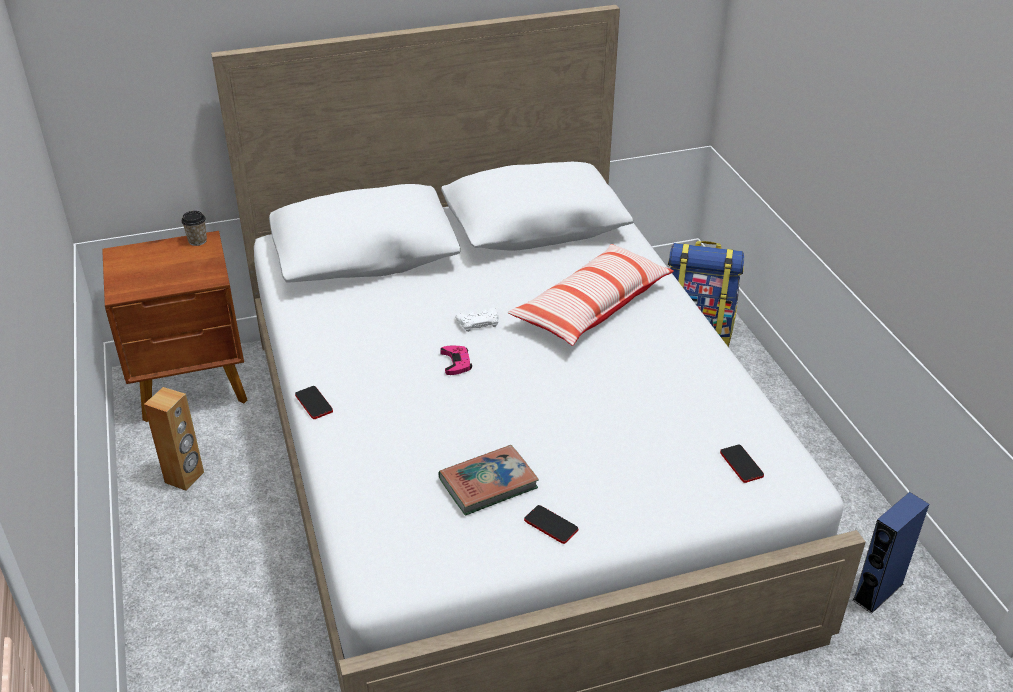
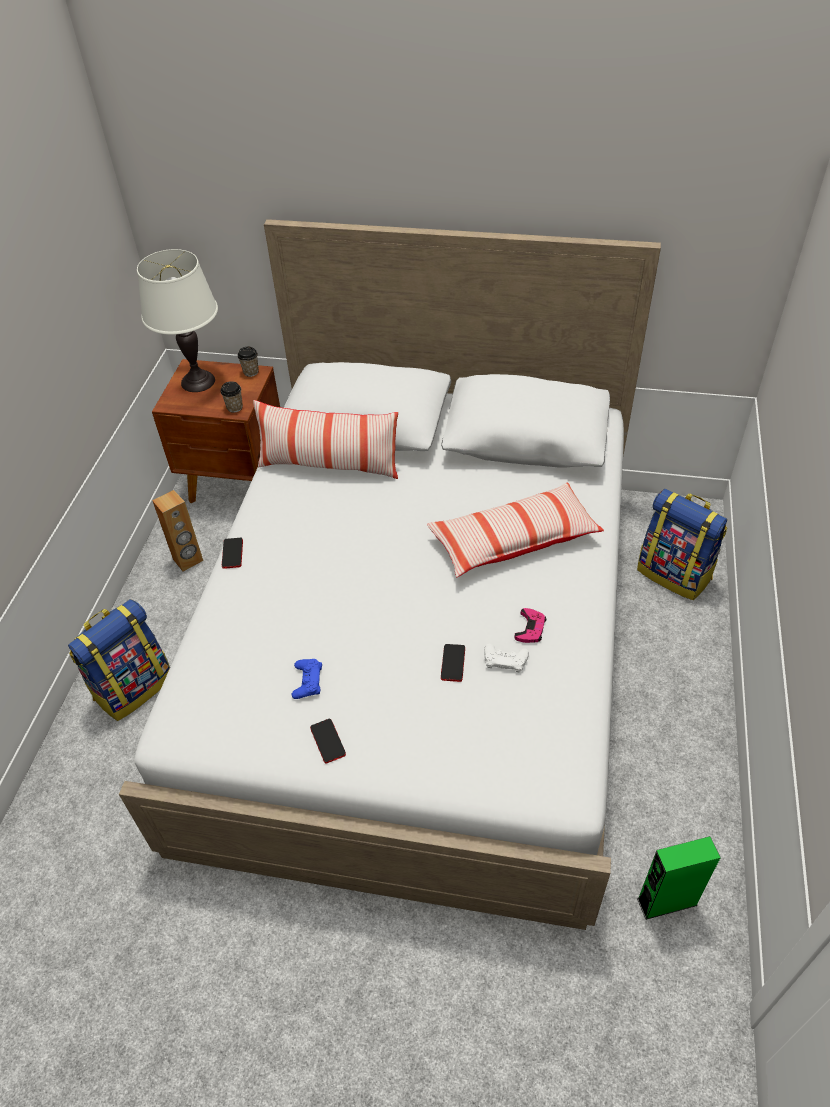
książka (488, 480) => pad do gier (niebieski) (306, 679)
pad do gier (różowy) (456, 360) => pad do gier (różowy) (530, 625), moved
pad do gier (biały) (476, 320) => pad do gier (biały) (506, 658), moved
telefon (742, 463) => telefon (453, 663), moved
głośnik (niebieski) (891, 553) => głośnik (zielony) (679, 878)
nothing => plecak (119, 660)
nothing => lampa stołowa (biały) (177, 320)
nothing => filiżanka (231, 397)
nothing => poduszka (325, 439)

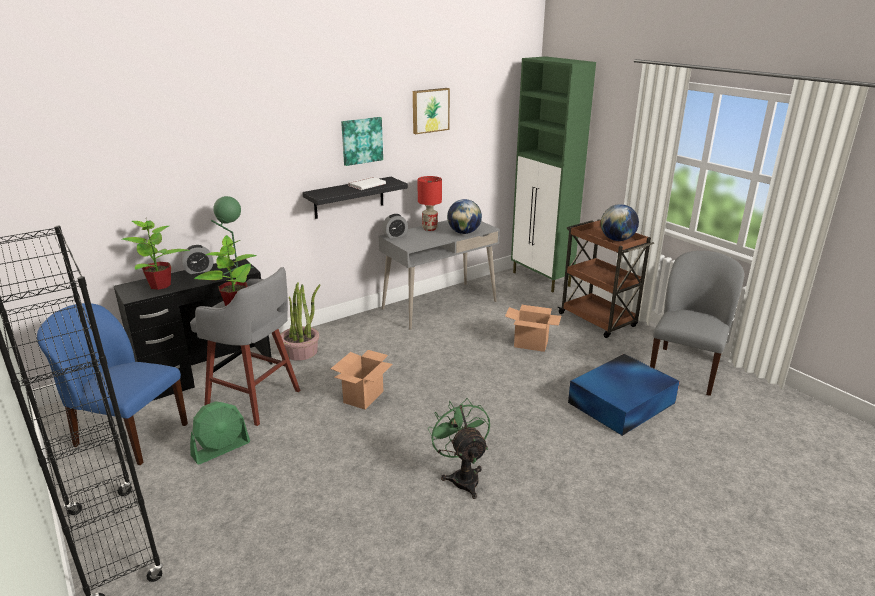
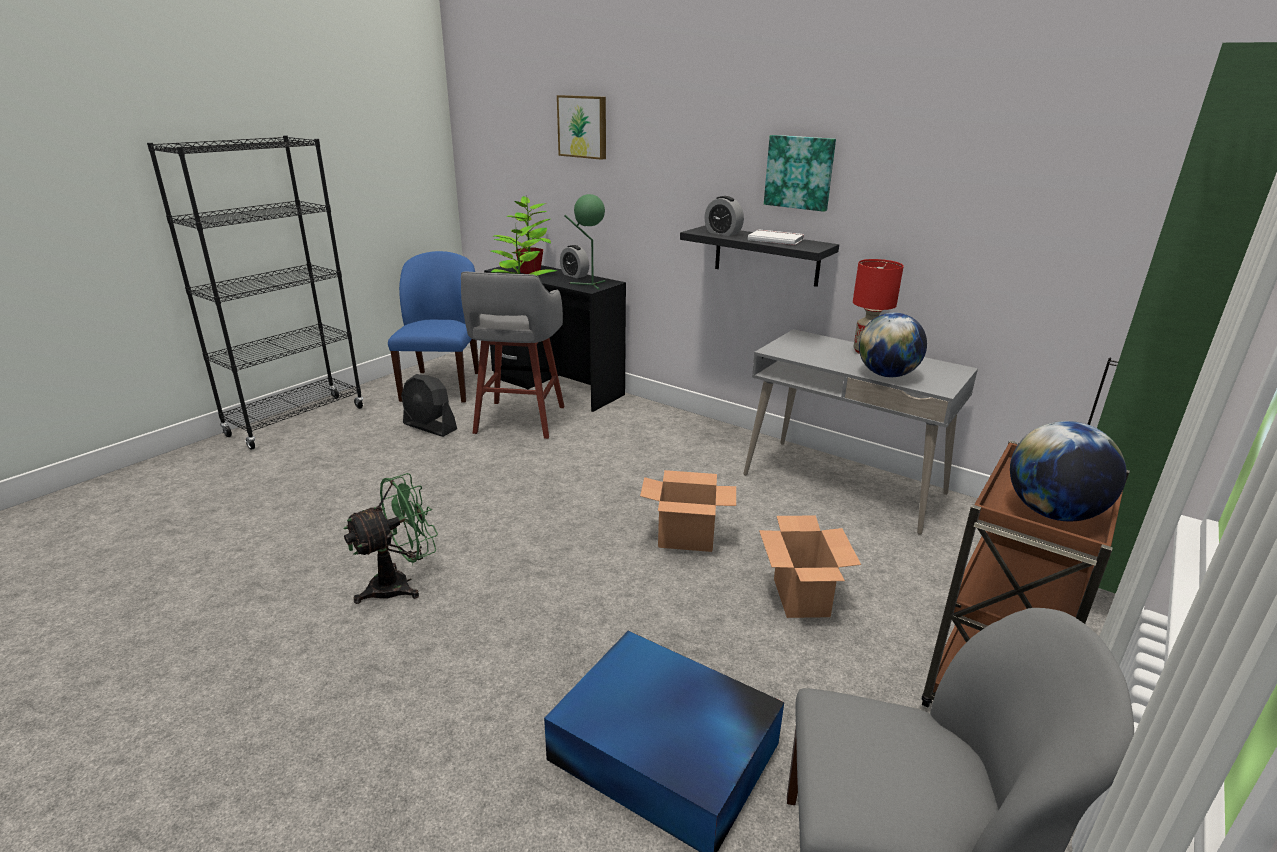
wentylator (zielony) (220, 432) => wentylator (czarny) (429, 405)
roślina doniczkowa (300, 321) => nothing
karton (362, 379) => karton (688, 511), moved
budzik (395, 226) => budzik (724, 216), moved
obraz (431, 111) => obraz (581, 127), moved

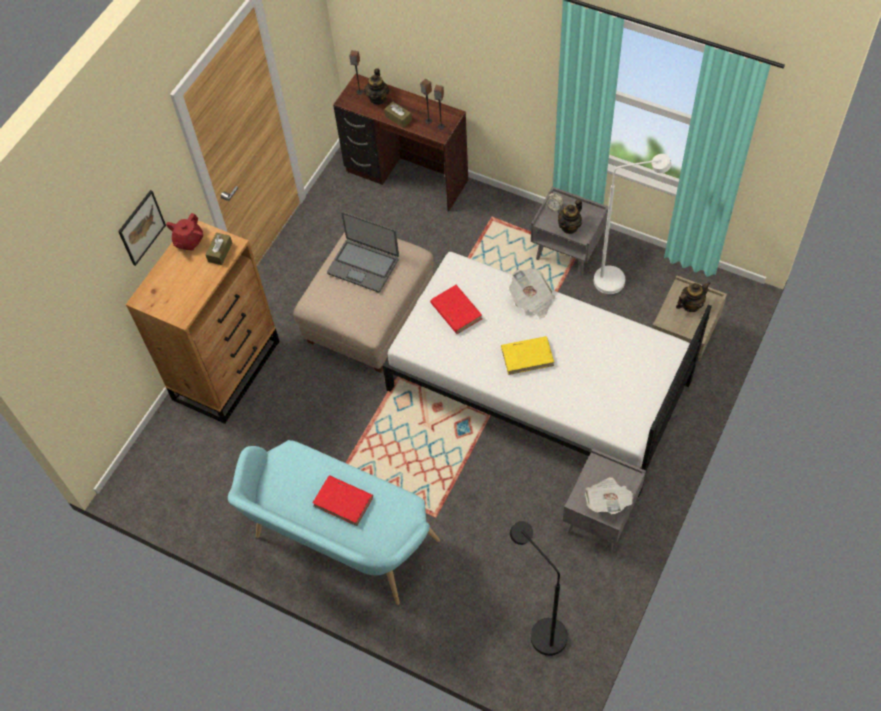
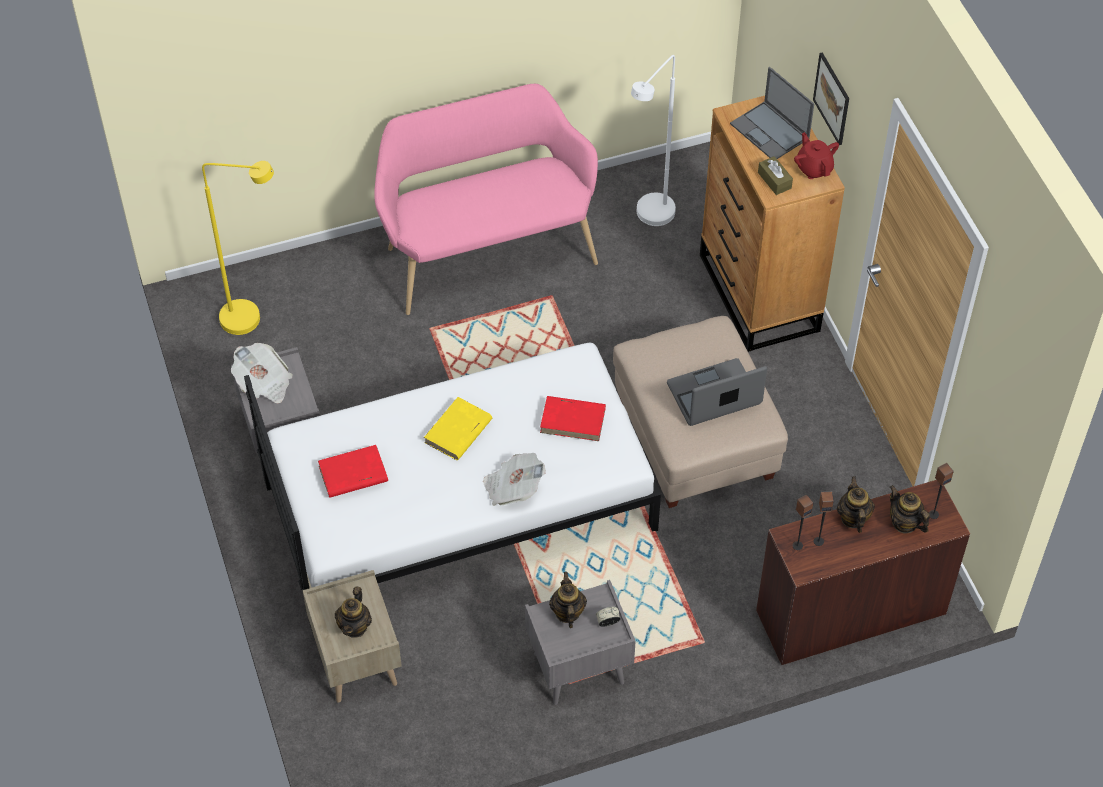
ławka (turkusowy) (334, 522) => ławka (różowy) (486, 199)
książka (czerwony) (343, 500) => książka (czerwony) (353, 471), moved
pudełko chusteczek (brązowy) (398, 115) => imbryk (856, 504)
lampa stojąca (czarny) (539, 588) => lampa stojąca (żółty) (238, 248)
lampa stojąca (biały) (632, 224) => lampa stojąca (biały) (653, 140), moved
nothing => laptop (772, 113)

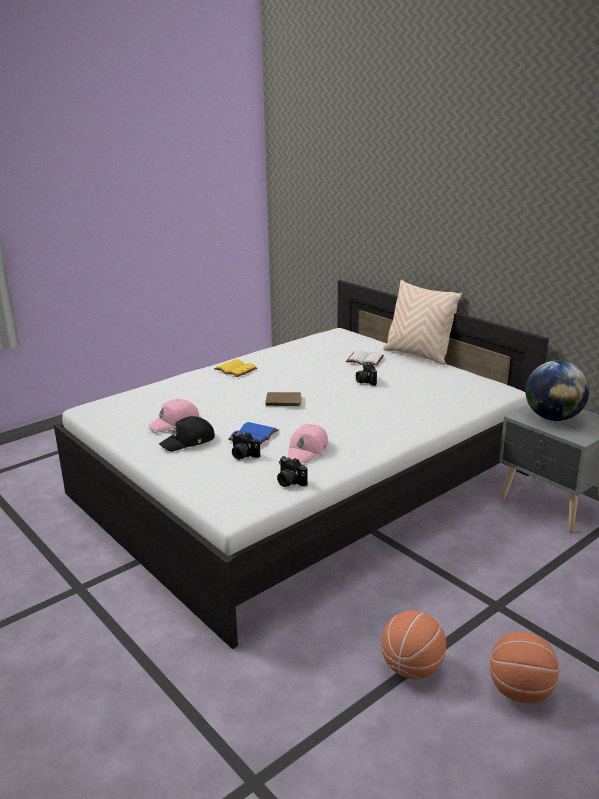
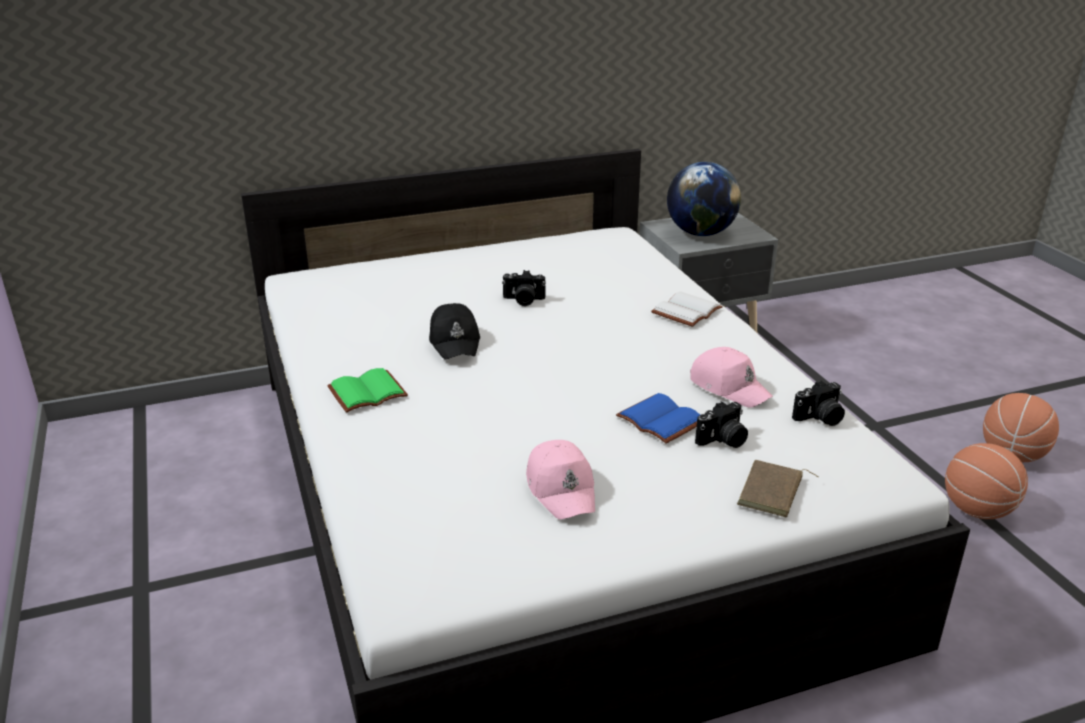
czapka z daszkiem (czarny) (187, 434) => czapka z daszkiem (czarny) (454, 331), moved
książka (żółty) (235, 368) => książka (zielony) (367, 390)
książka (brązowy) (283, 399) => książka (brązowy) (777, 489), moved
książka (biały) (365, 358) => książka (biały) (687, 309), moved
poduszka (beżowy) (422, 322) => nothing

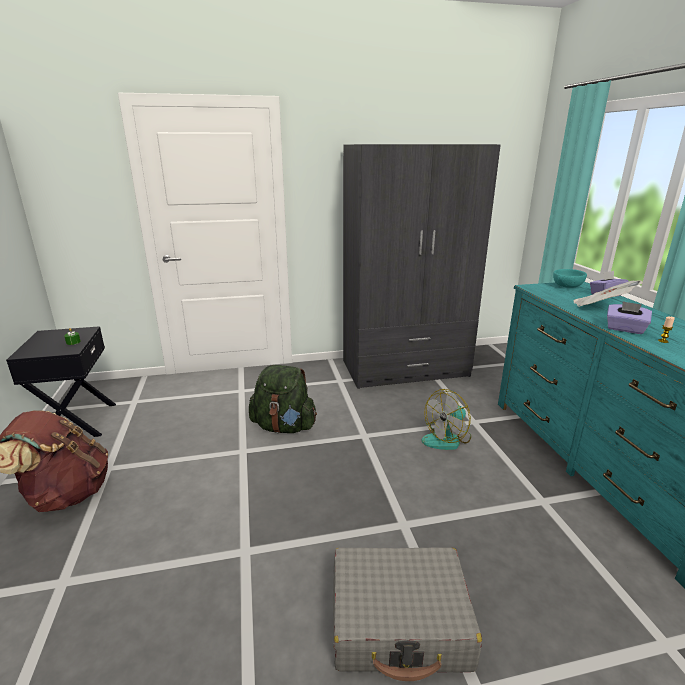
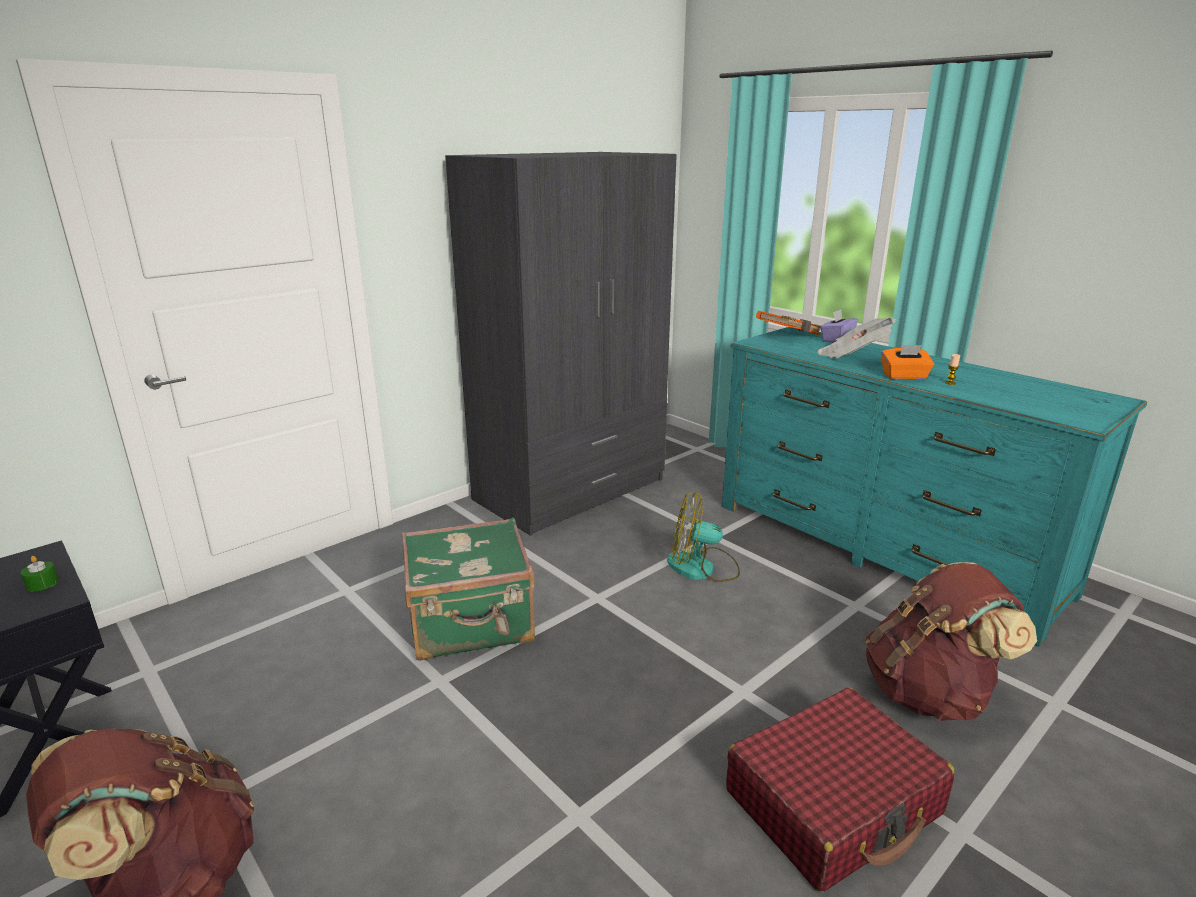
plecak (zielony) (283, 399) => walizka (zielony) (468, 589)
walizka (szary) (407, 614) => walizka (czerwony) (840, 790)
wentylator (446, 419) => wentylator (703, 537), 75 degrees clockwise
miska (turkusowy) (570, 278) => książka (pomarańczowy) (788, 323)
pudełko chusteczek (fioletowy) (629, 317) => pudełko chusteczek (pomarańczowy) (907, 362)
nothing => plecak (brązowy) (951, 641)

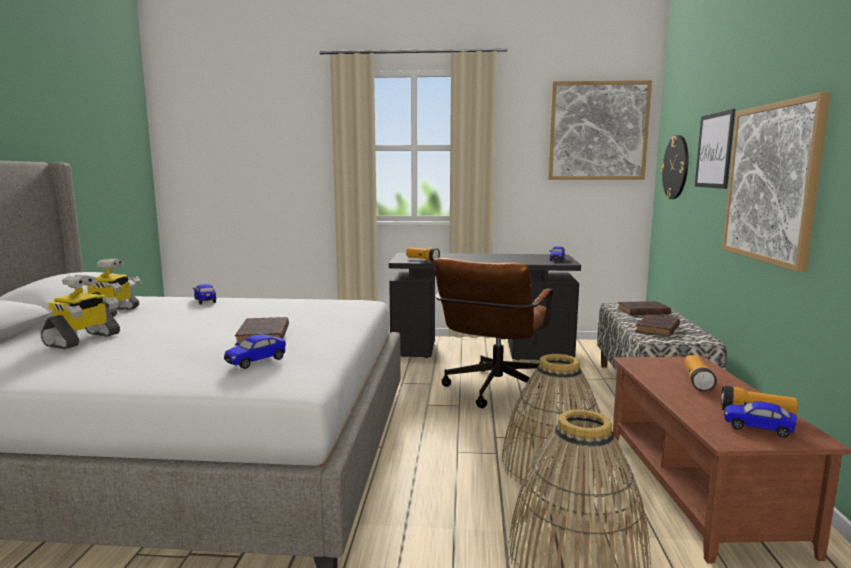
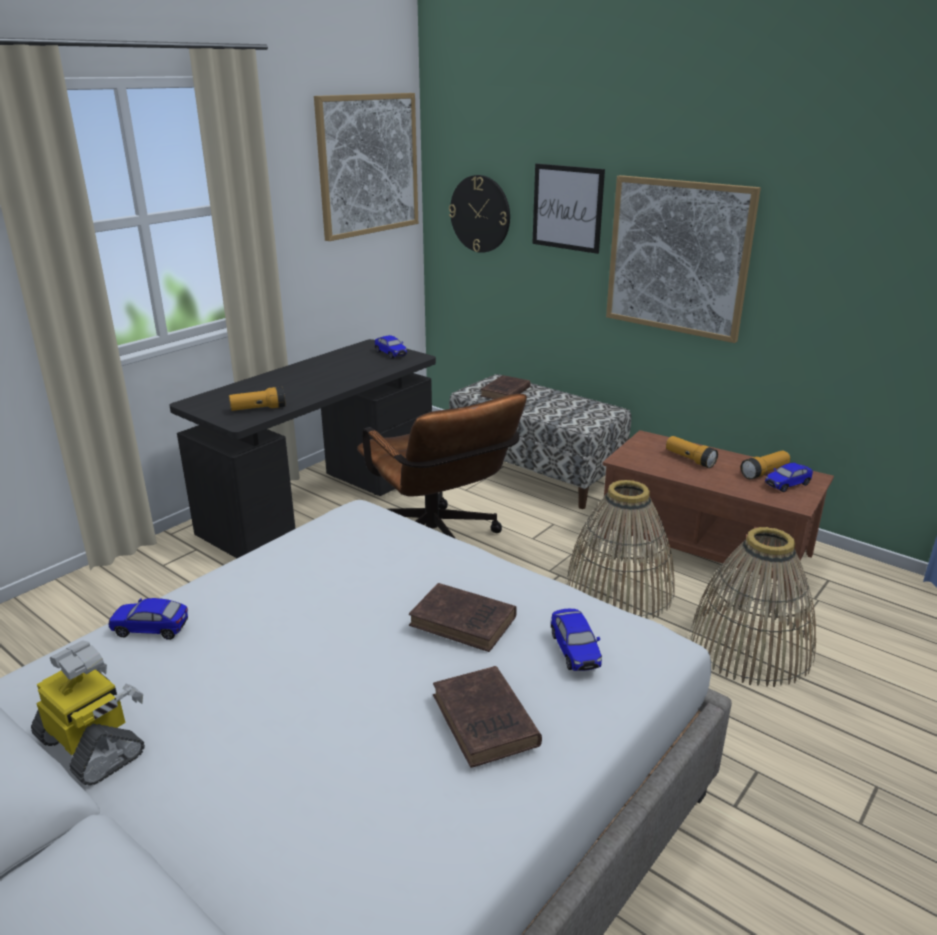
robot zabawkowy (80, 312) => nothing
książka (brązowy) (657, 326) => książka (brązowy) (487, 717), moved

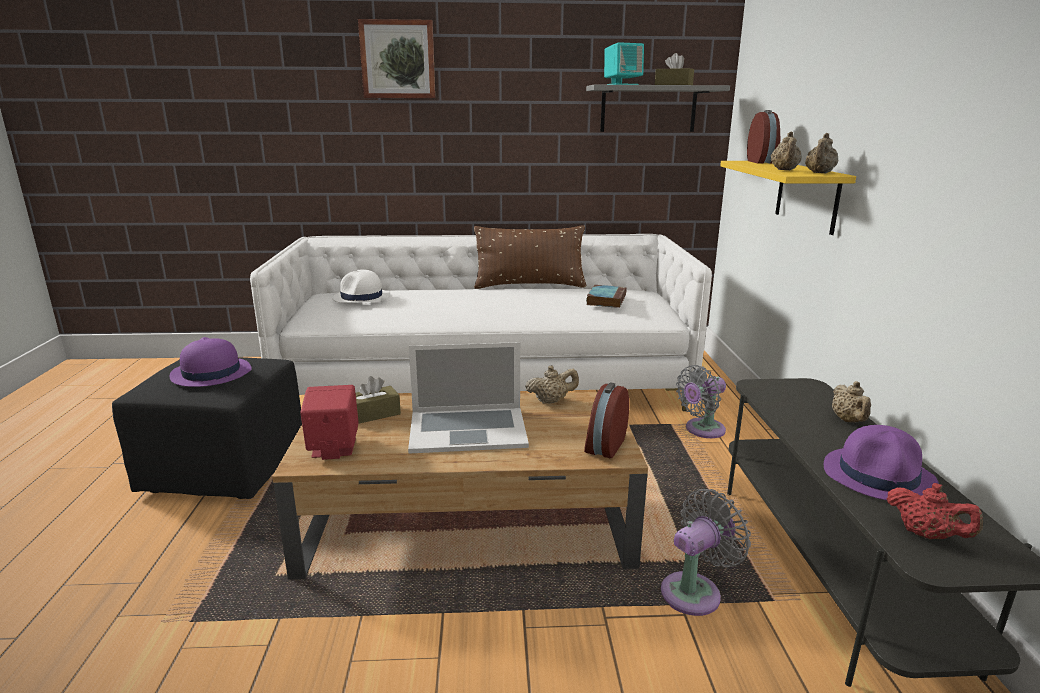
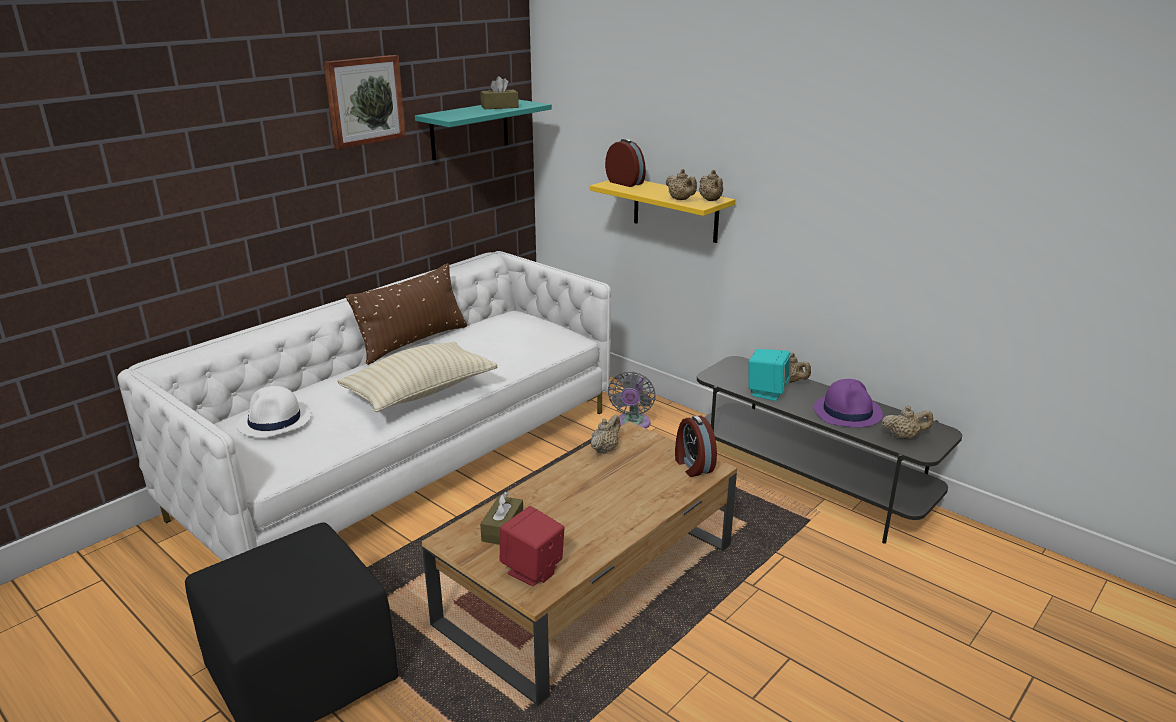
kapelusz (fioletowy) (211, 362) => nothing
obraz (396, 58) => obraz (365, 102), moved
laptop (468, 398) => nothing
półka (szary) (658, 108) => półka (turkusowy) (483, 130)
książka (606, 296) => nothing
głośnik (turkusowy) (624, 63) => głośnik (turkusowy) (770, 375), moved
wentylator (szary) (706, 552) => nothing
imbryk (czerwony) (935, 511) => imbryk (beżowy) (907, 422)
nothing => poduszka (beżowy) (417, 376)

